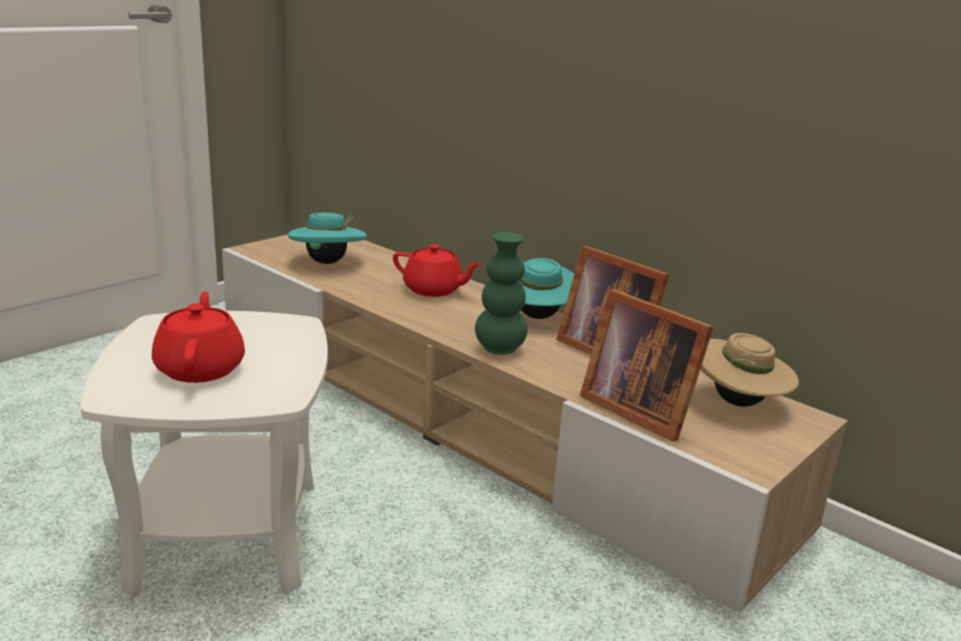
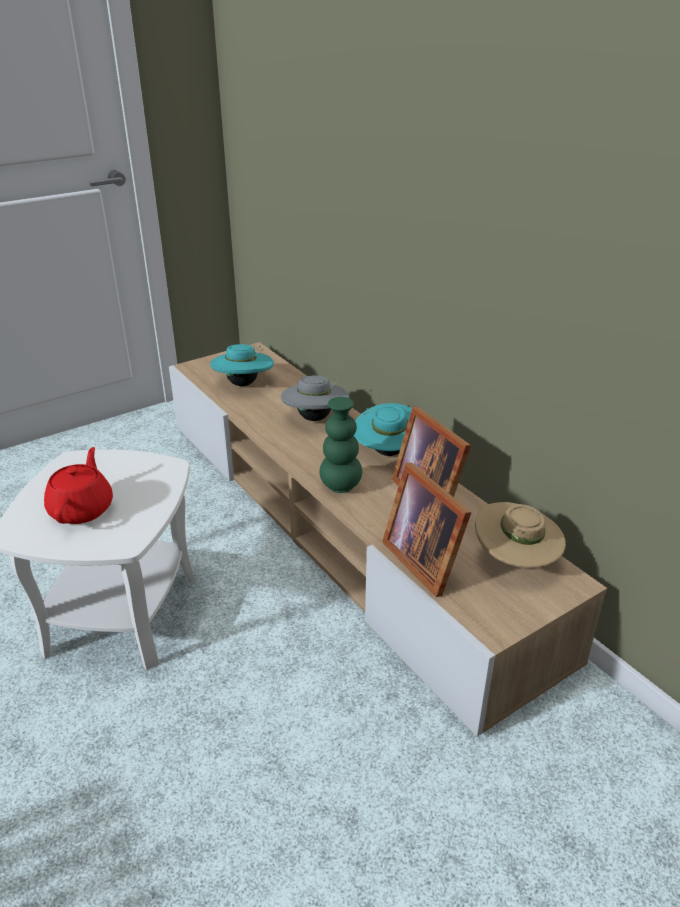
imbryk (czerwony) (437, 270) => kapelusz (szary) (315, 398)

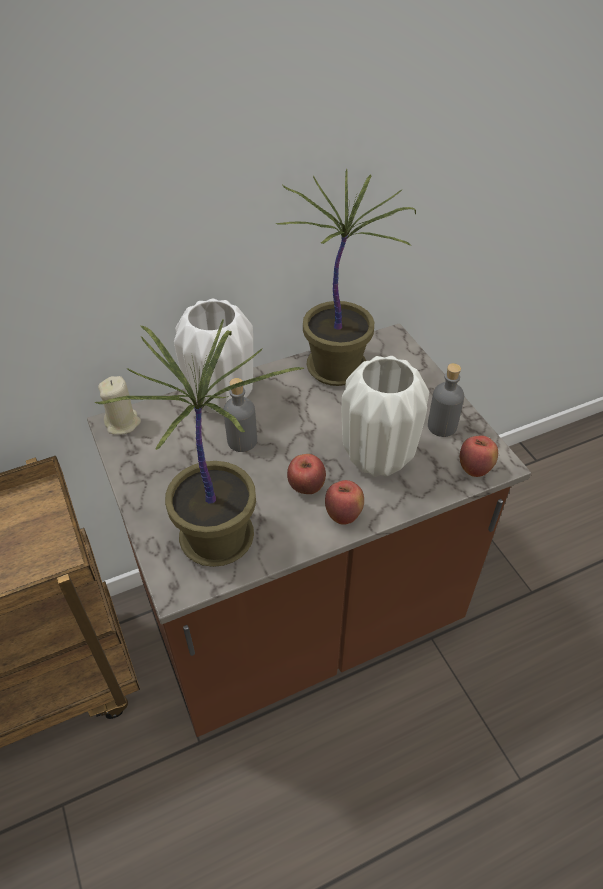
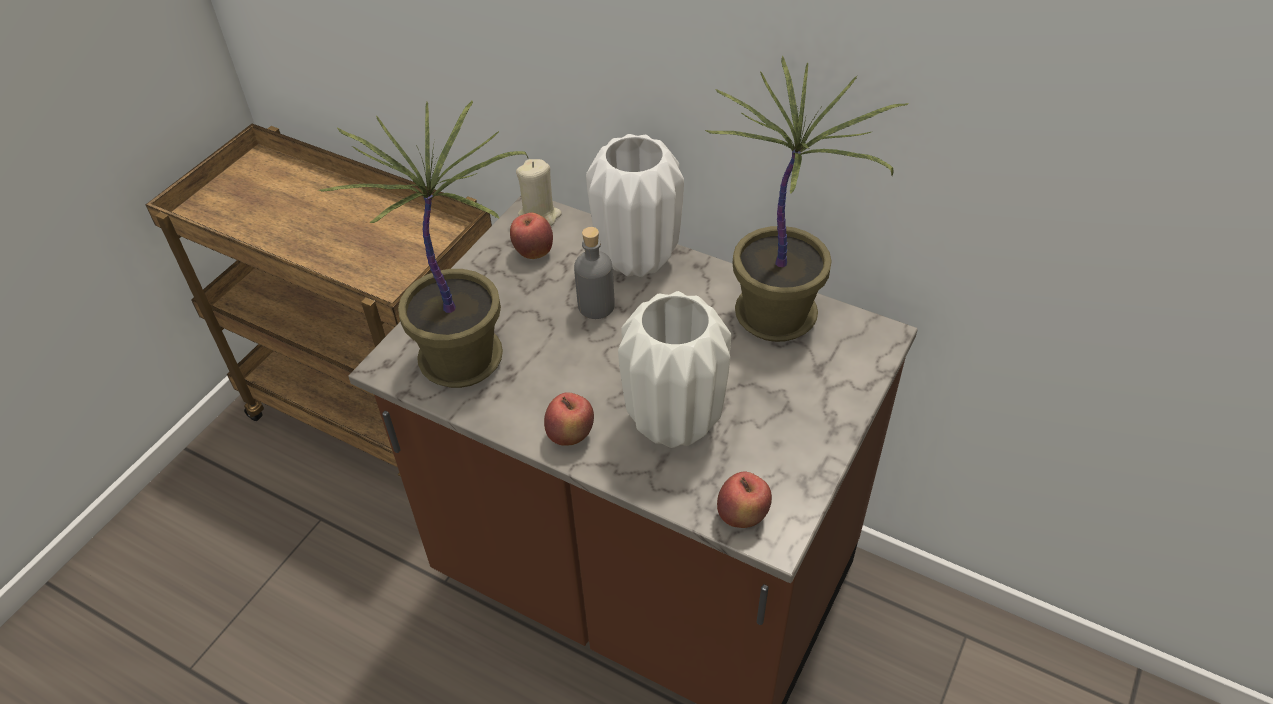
jabłko (306, 474) => jabłko (531, 236), moved
butelka (szary) (446, 400) => nothing

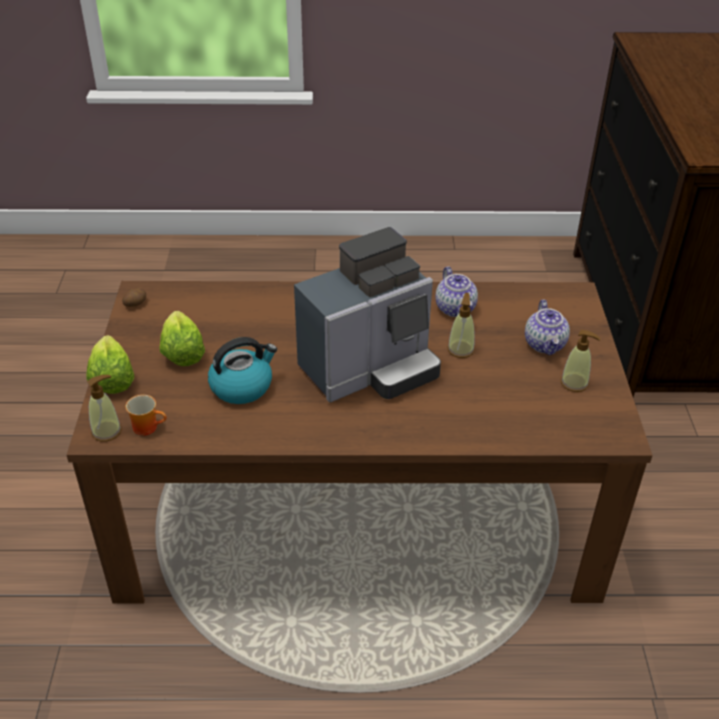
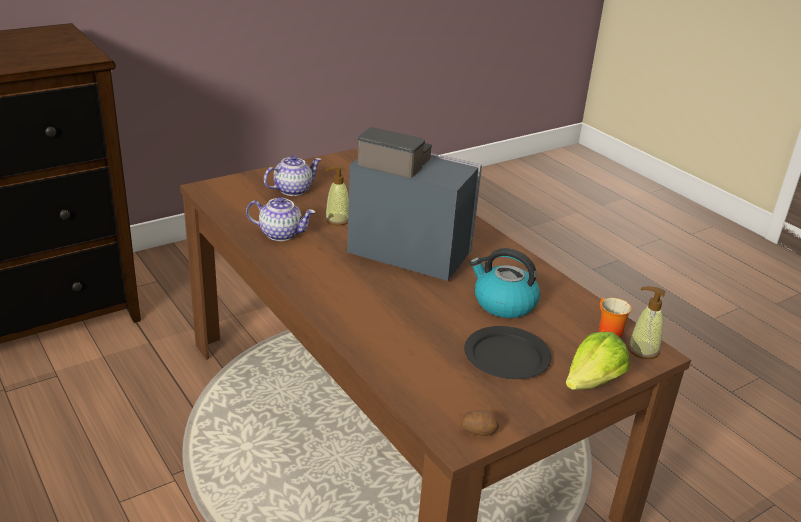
sałata (182, 338) => talerz (czarny) (507, 352)
imbryk (456, 292) => imbryk (280, 219), 60 degrees clockwise
dozownik mydła (581, 361) => nothing

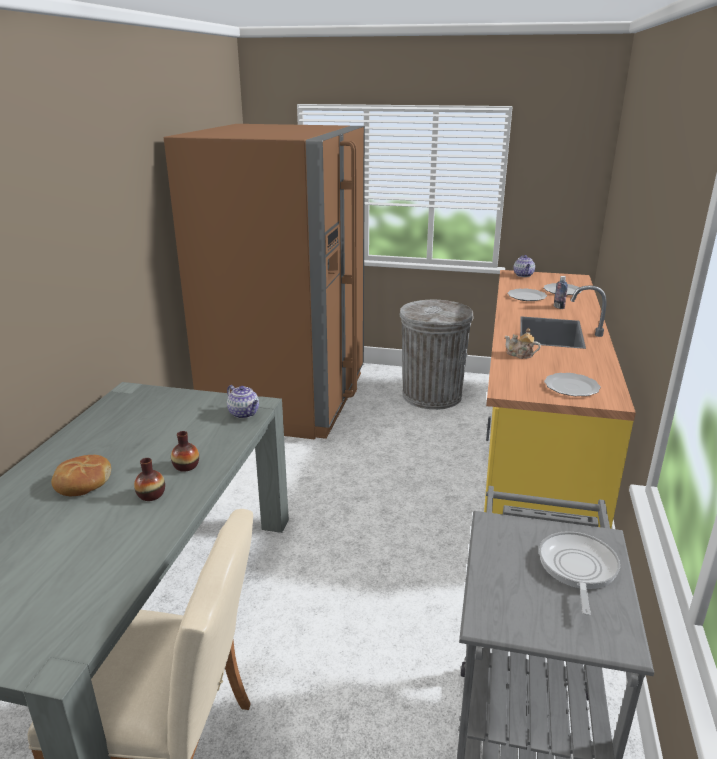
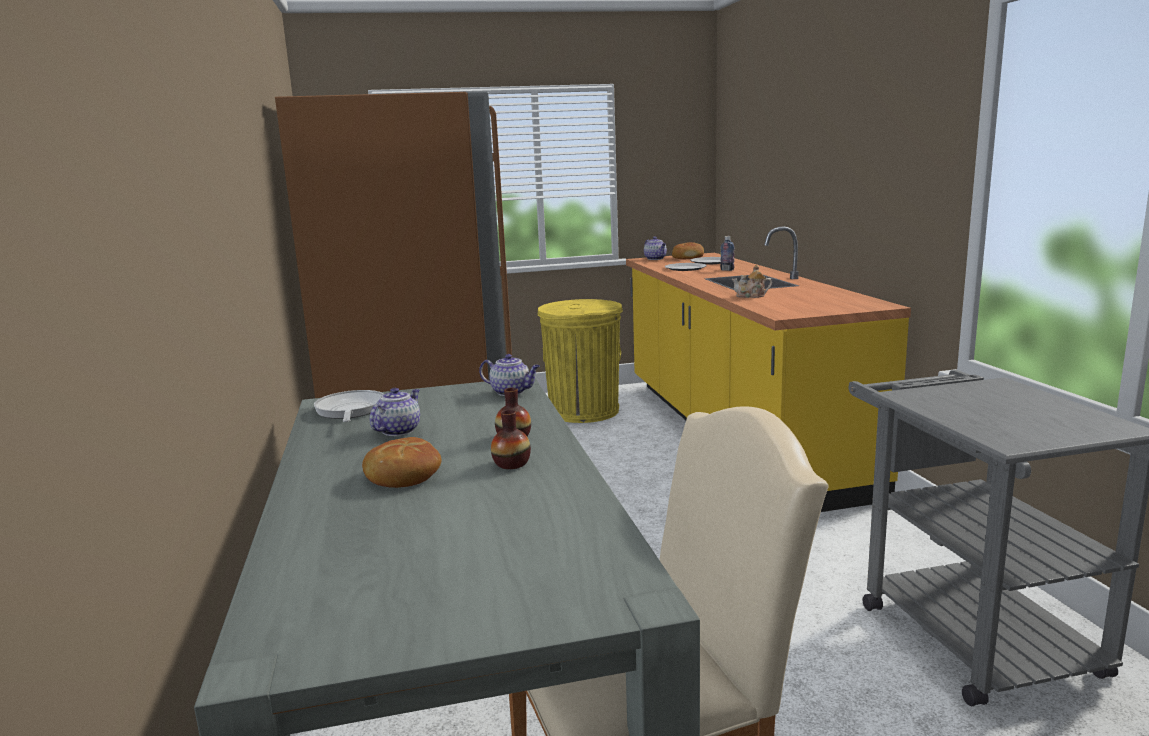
kosz na śmieci (szary) (436, 355) => kosz na śmieci (żółty) (580, 361)
patelnia (579, 573) => patelnia (348, 406), moved
talerz (572, 384) => nothing
nothing => imbryk (395, 412)
nothing => chleb (688, 250)

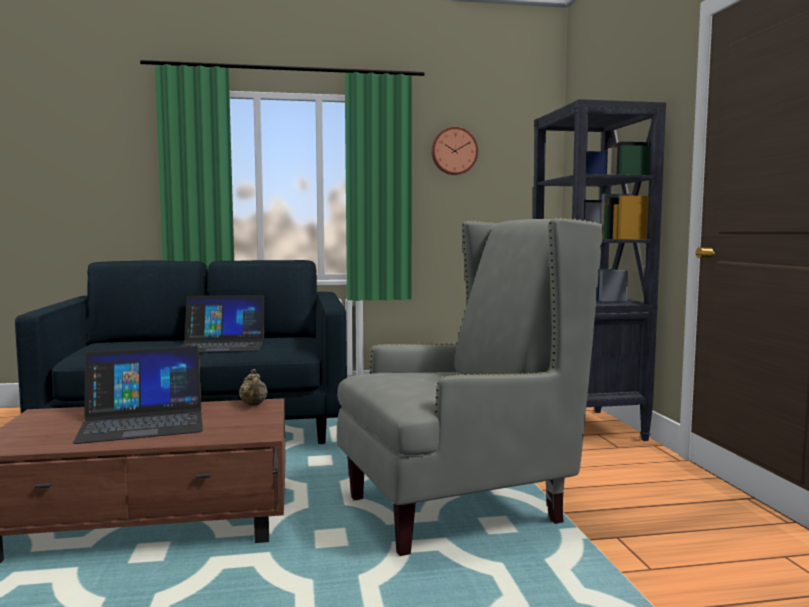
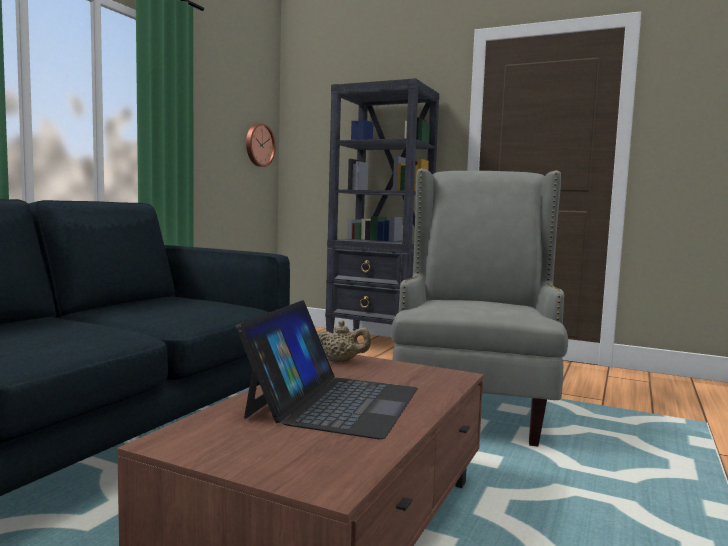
laptop (223, 324) => nothing
zegar ścienny (454, 151) => zegar ścienny (260, 145), moved

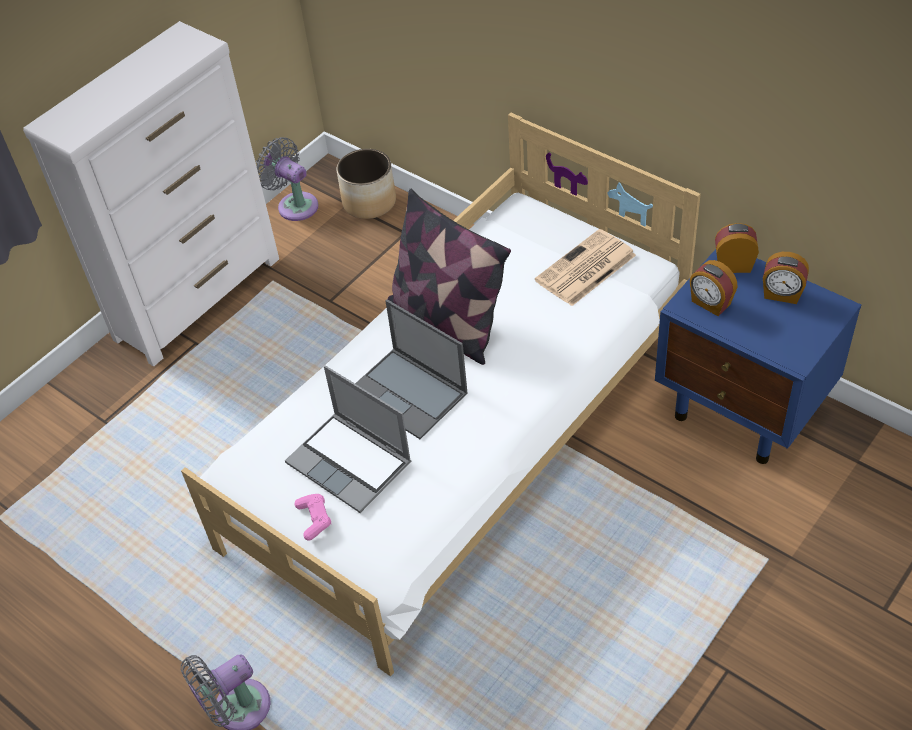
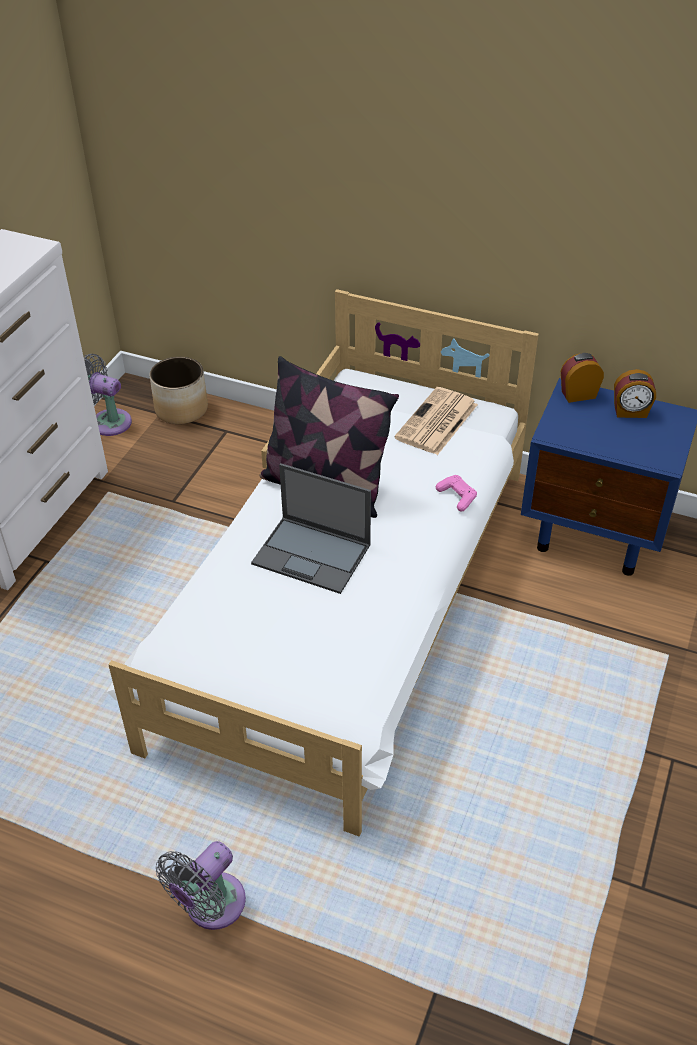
laptop (348, 439) => nothing
pad do gier (różowy) (312, 517) => pad do gier (różowy) (456, 493), moved
budzik (714, 288) => nothing

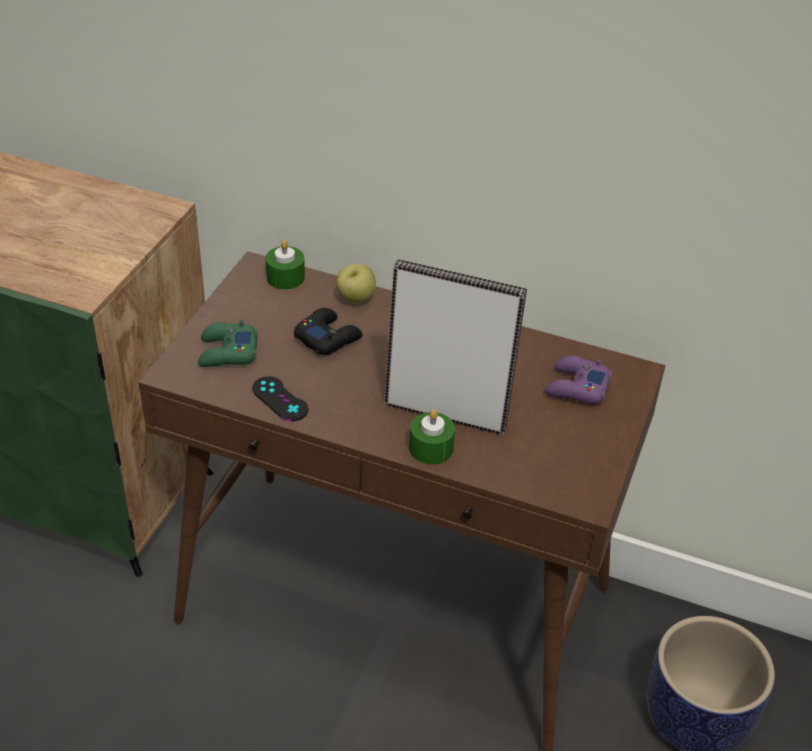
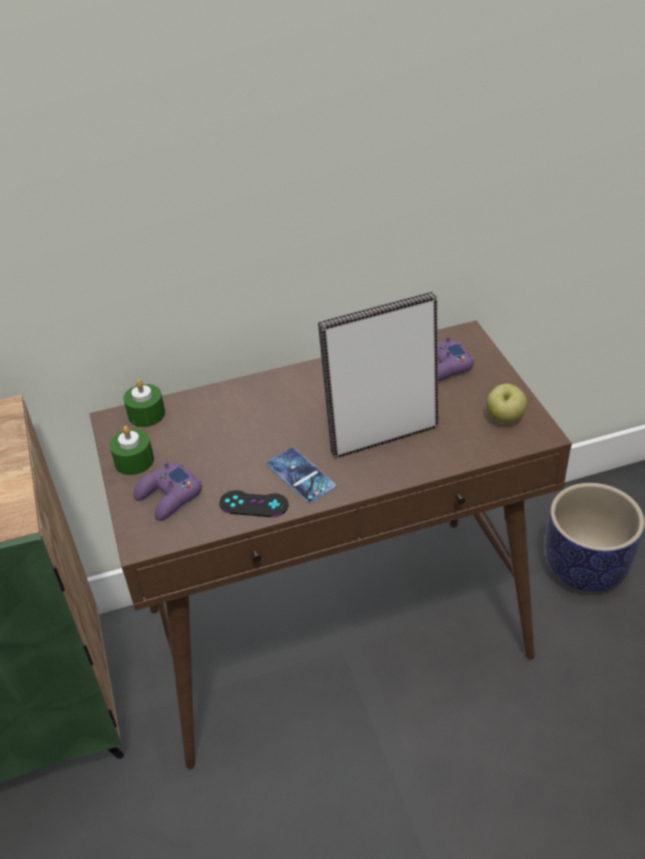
pad do gier (zielony) (228, 343) => pad do gier (fioletowy) (167, 491)
pad do gier (czarny) (328, 331) => nothing
jabłko (356, 283) => jabłko (507, 403), moved
świeca (zielony) (432, 437) => świeca (zielony) (132, 450), moved
nothing => telefon (301, 475)

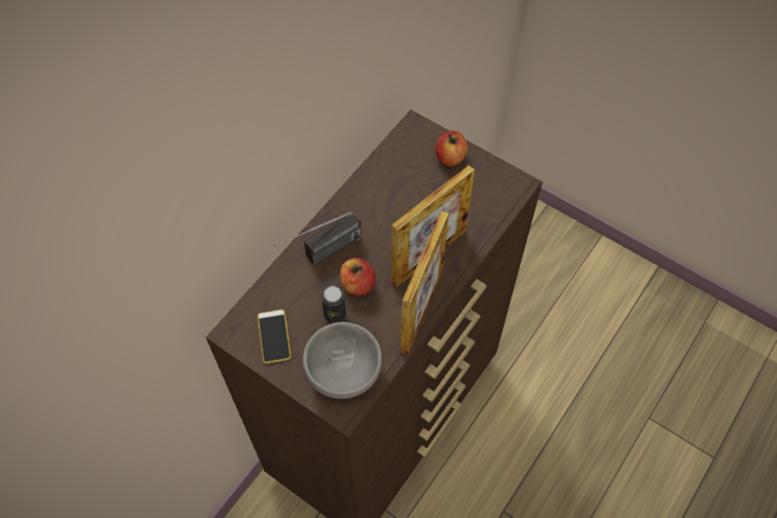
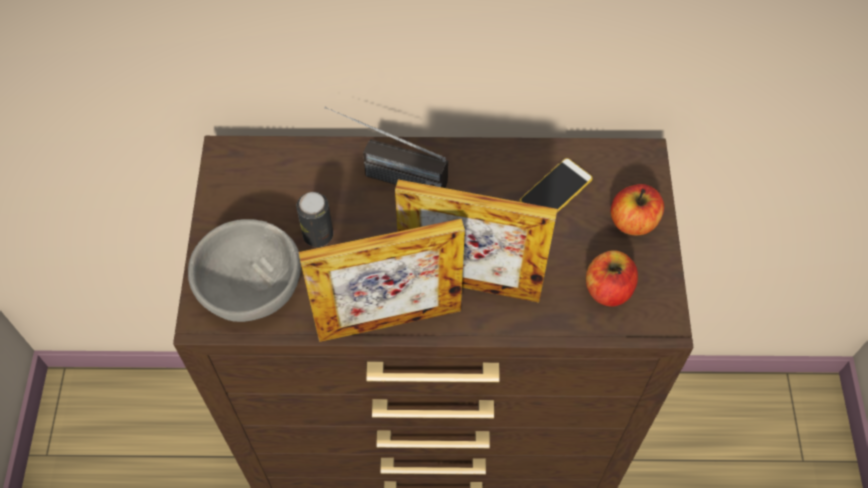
telefon (274, 336) => telefon (556, 185), moved
jabłko (358, 276) => jabłko (612, 278), moved

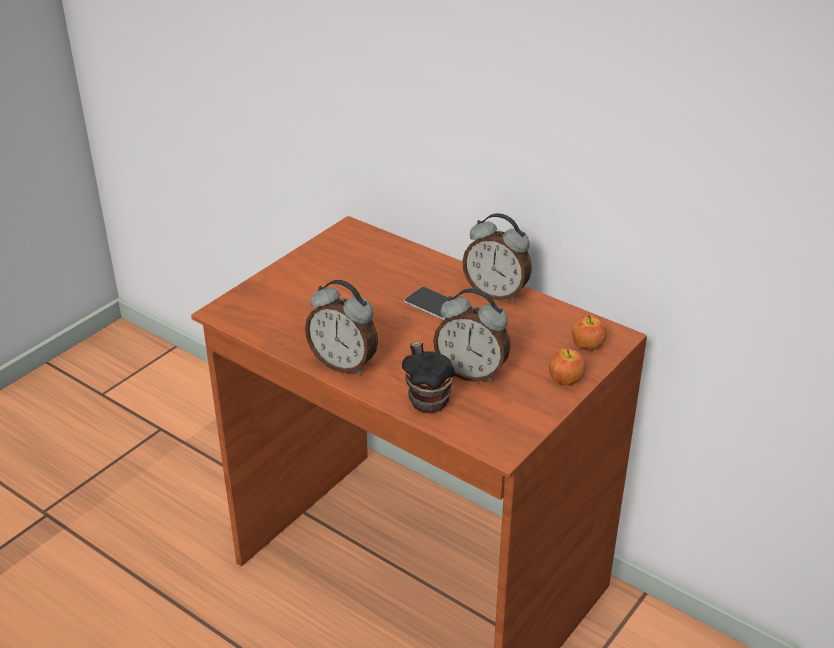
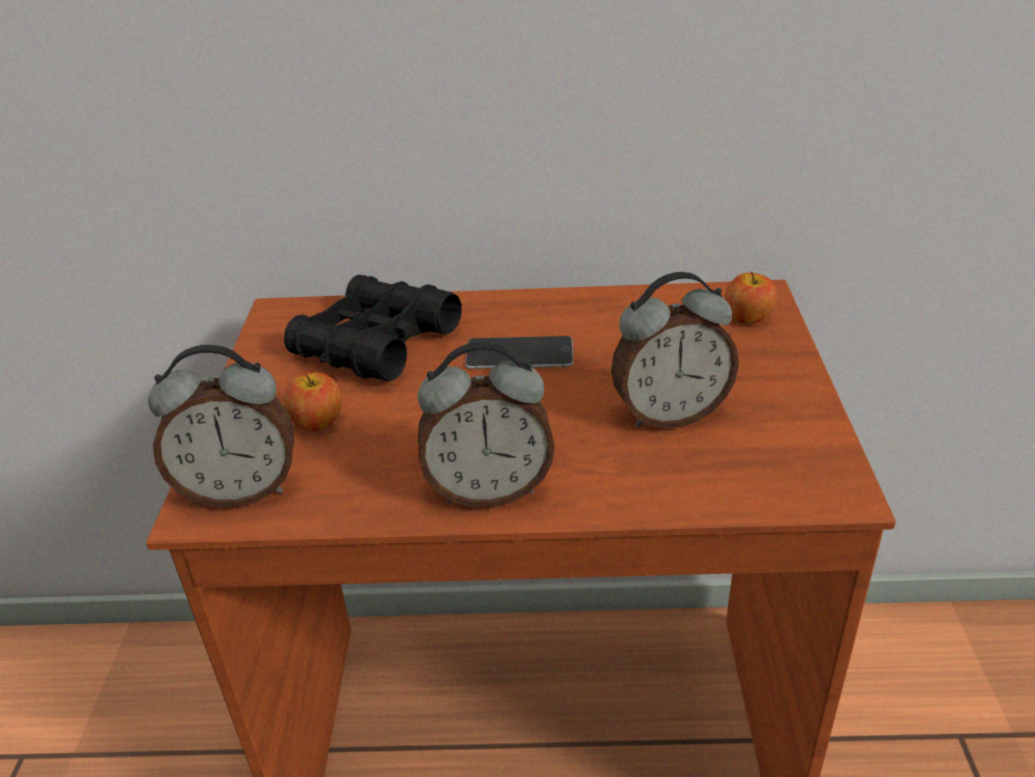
kubek (428, 378) => nothing
budzik (497, 257) => budzik (221, 426), moved
jabłko (567, 367) => jabłko (313, 402), moved
nothing => lornetka (czarny) (373, 328)

